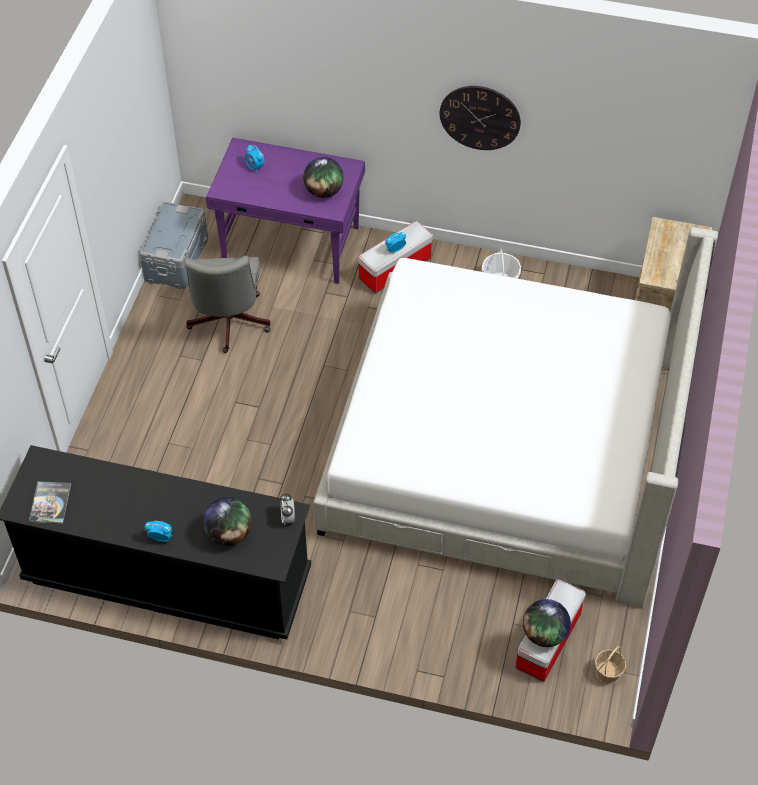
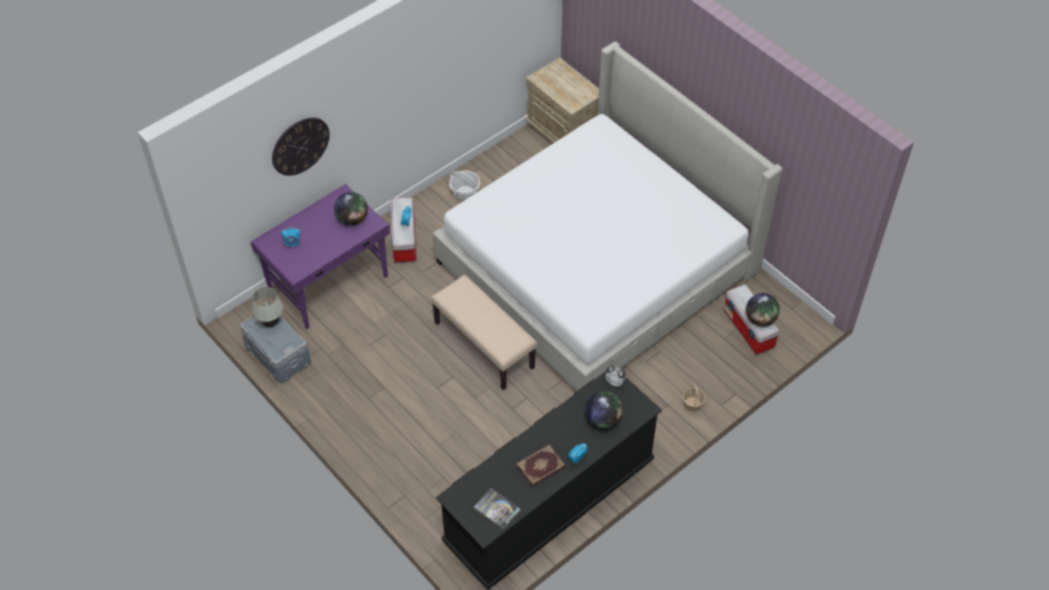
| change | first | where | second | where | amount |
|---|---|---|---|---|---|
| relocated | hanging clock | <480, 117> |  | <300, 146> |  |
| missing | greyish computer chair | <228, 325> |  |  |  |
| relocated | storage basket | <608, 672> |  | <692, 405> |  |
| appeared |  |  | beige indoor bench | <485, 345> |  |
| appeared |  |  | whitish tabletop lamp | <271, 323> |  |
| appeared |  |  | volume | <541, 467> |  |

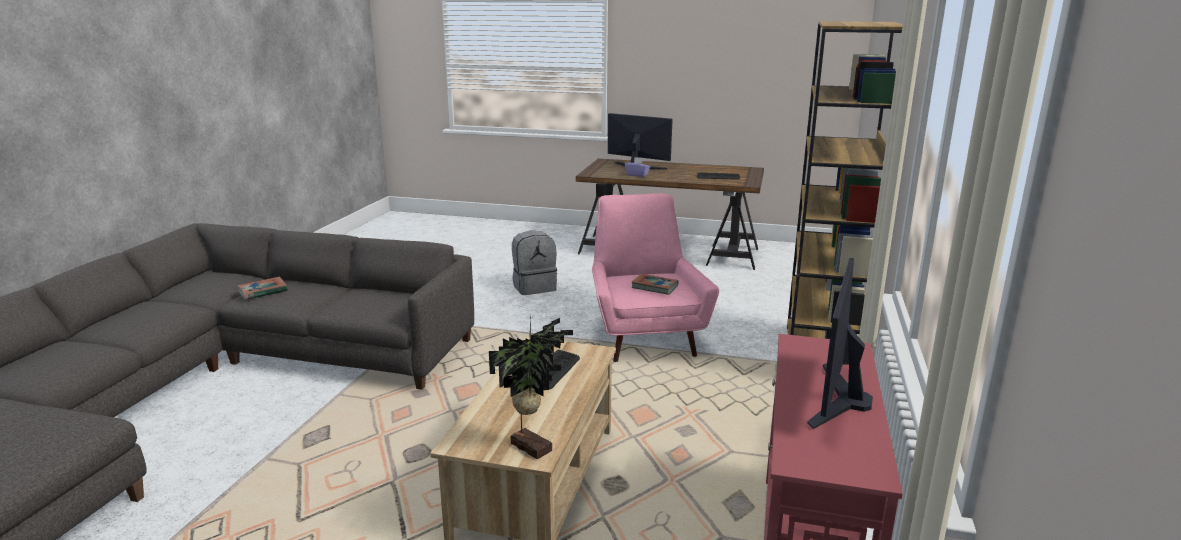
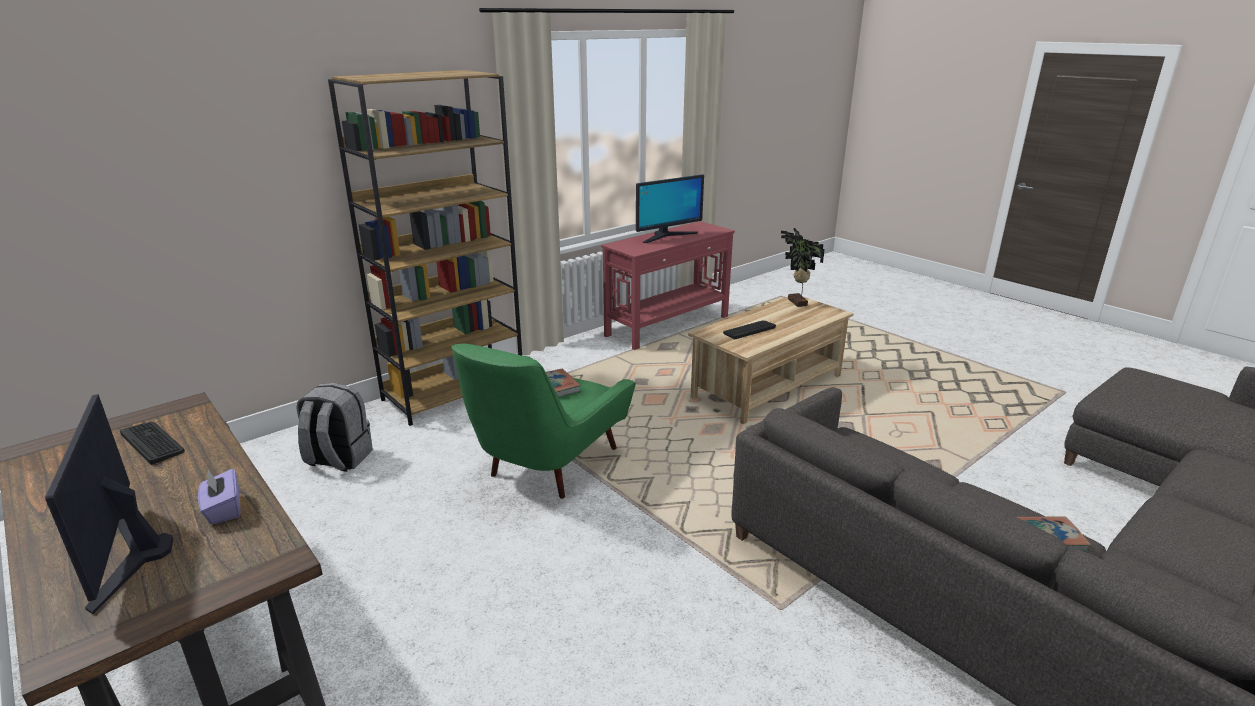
| change | first | where | second | where | amount |
|---|---|---|---|---|---|
| colour | pink-coloured easy chair | <643, 336> | greenish easy chair | <546, 467> |  |
| relocated | greyish knapsack | <534, 287> |  | <338, 459> |  |

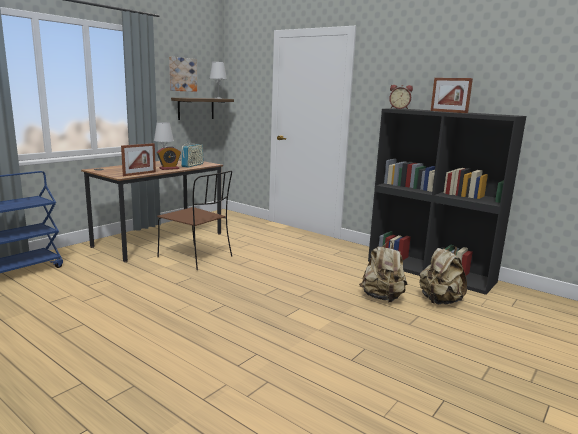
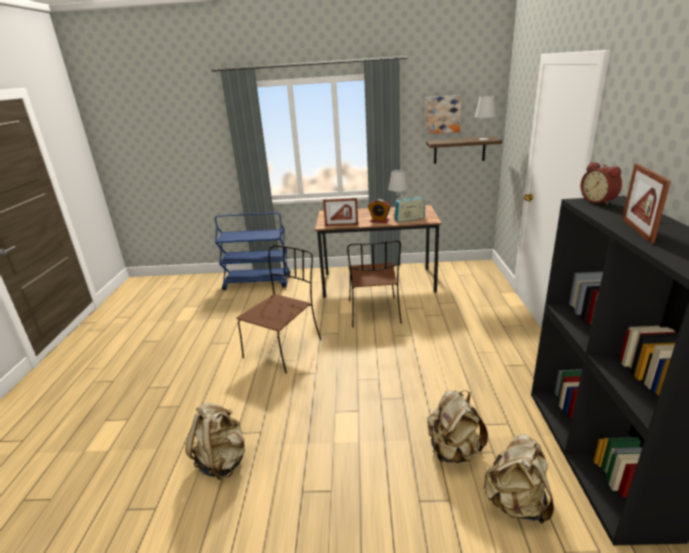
| change | first | where | second | where | amount |
|---|---|---|---|---|---|
| appeared |  |  | brown-coloured upright chair | <284, 348> |  |
| appeared |  |  | beige knapsack | <222, 461> |  |

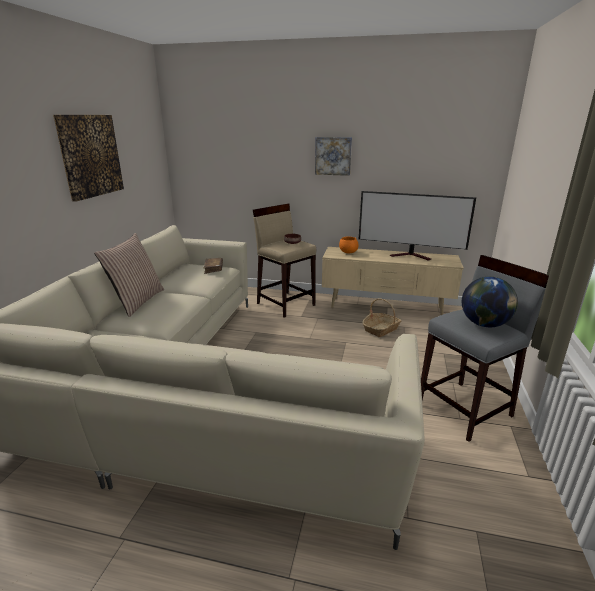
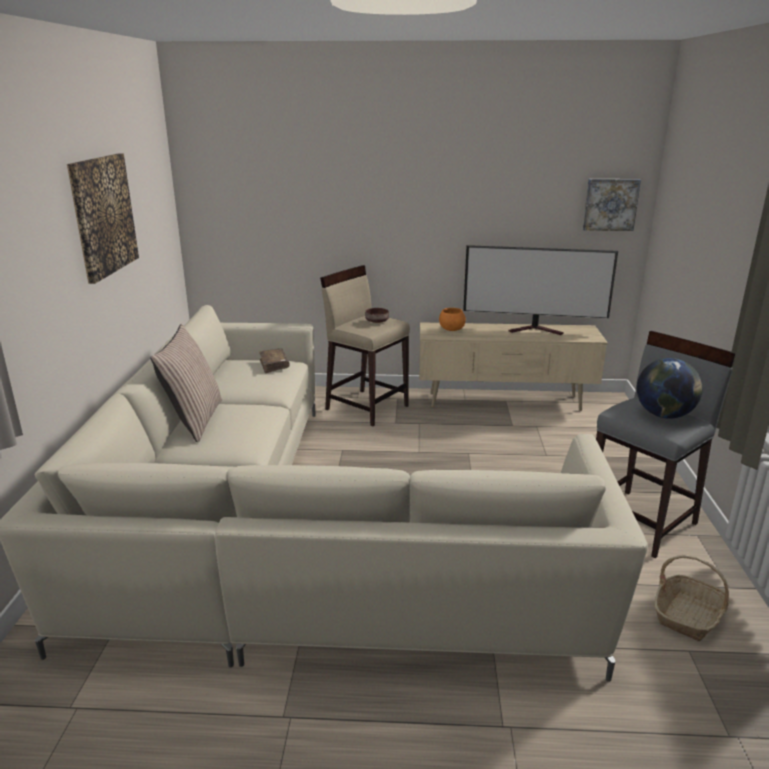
| change | first | where | second | where | amount |
|---|---|---|---|---|---|
| relocated | wall art | <333, 156> |  | <610, 204> |  |
| relocated | storage basket | <381, 329> |  | <688, 615> |  |

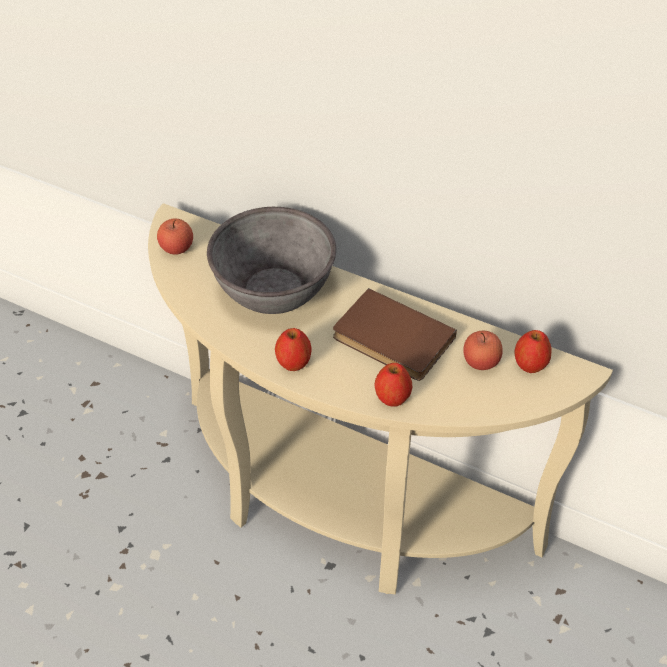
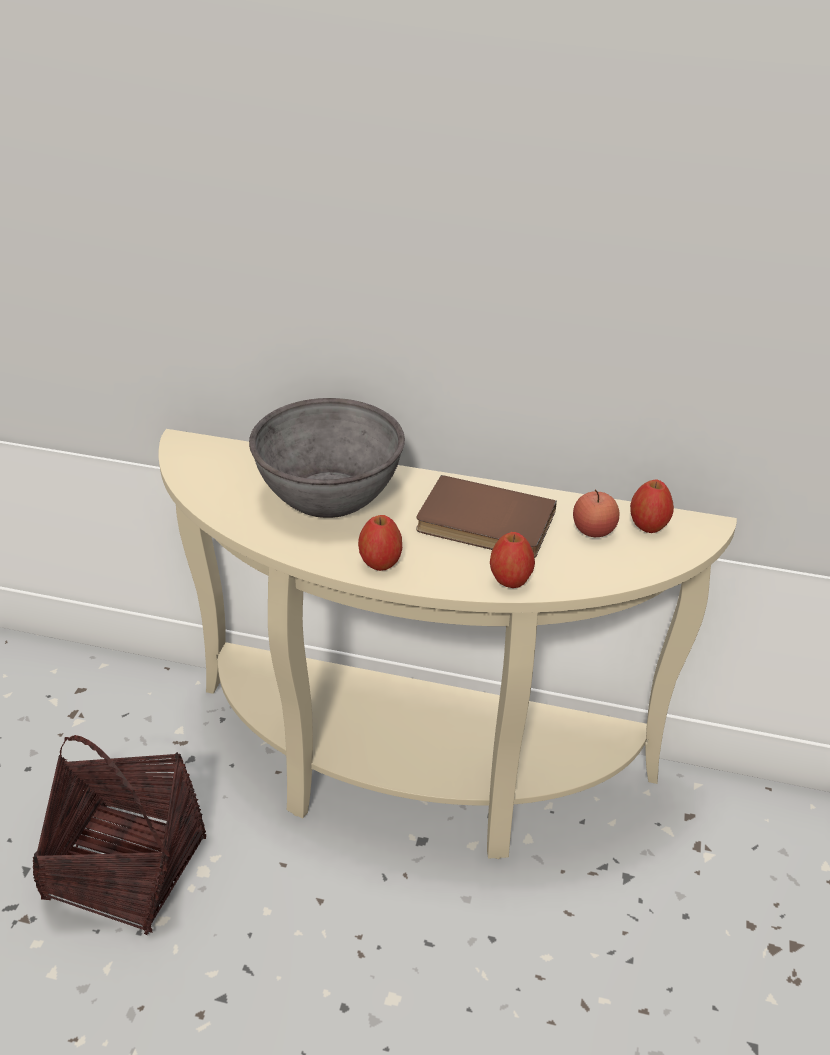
| change | first | where | second | where | amount |
|---|---|---|---|---|---|
| missing | apple | <176, 248> |  |  |  |
| appeared |  |  | storage basket | <126, 869> |  |

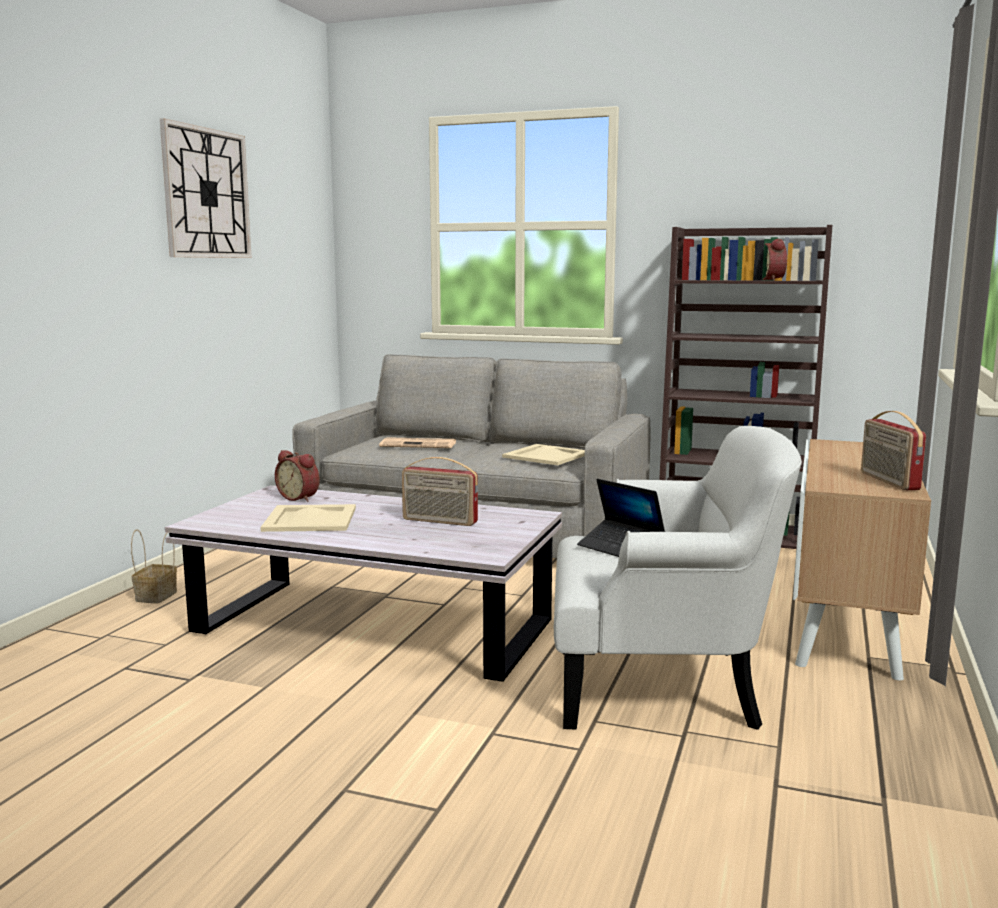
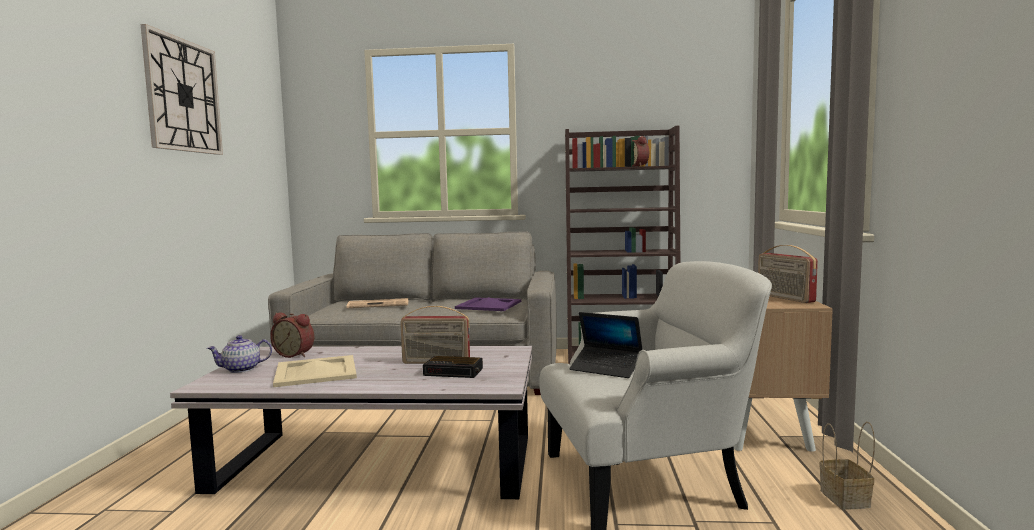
| change | first | where | second | where | amount |
|---|---|---|---|---|---|
| colour | beige carrying tray | <547, 455> | purple carrying tray | <489, 305> |  |
| relocated | storage basket | <156, 597> |  | <846, 499> |  |
| appeared |  |  | tea pot | <242, 369> |  |
| appeared |  |  | bedside clock | <454, 372> |  |

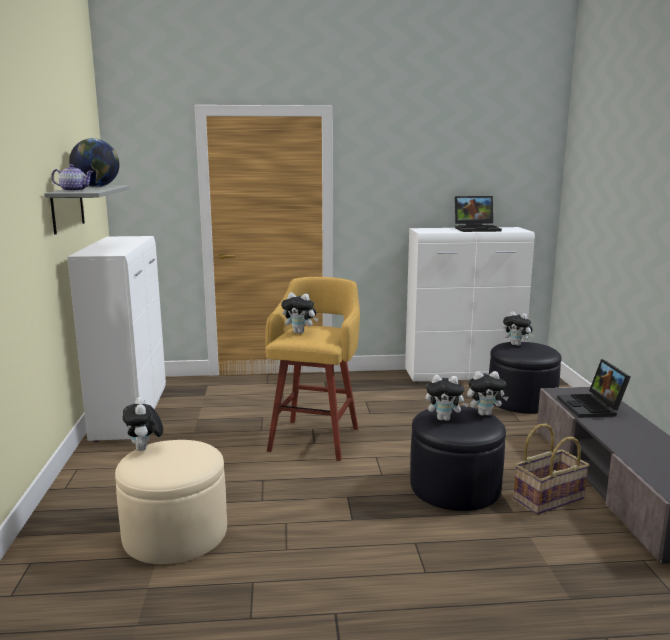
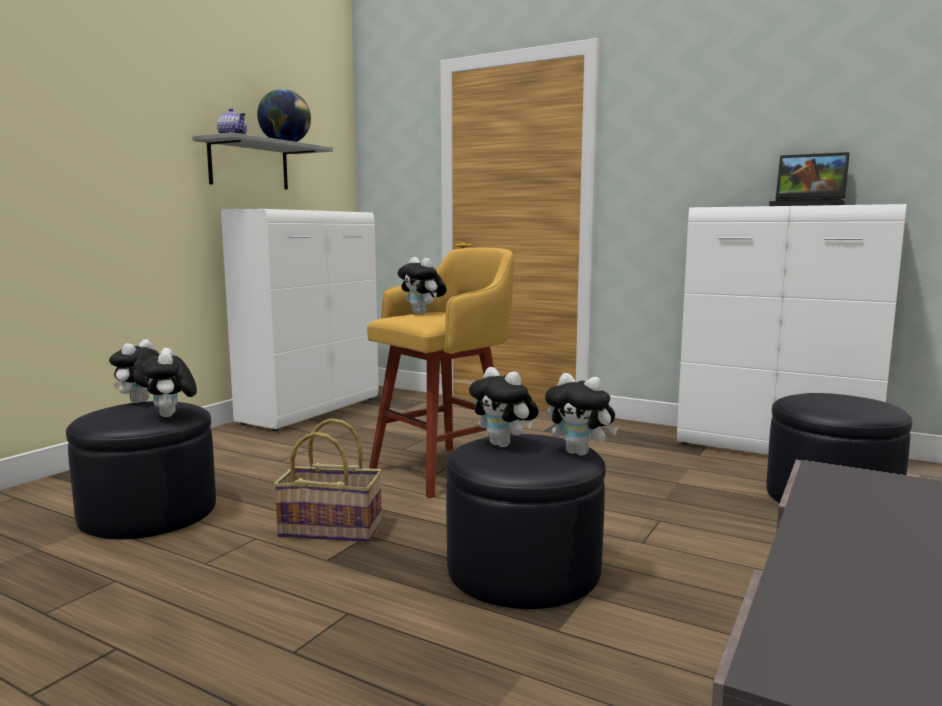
| change | first | where | second | where | amount |
|---|---|---|---|---|---|
| relocated | cuddly toy | <517, 344> |  | <171, 416> |  |
| missing | laptop | <592, 407> |  |  |  |
| relocated | storage basket | <548, 498> |  | <332, 528> |  |
| colour | beige ottoman | <175, 533> | black-coloured ottoman | <148, 512> |  |

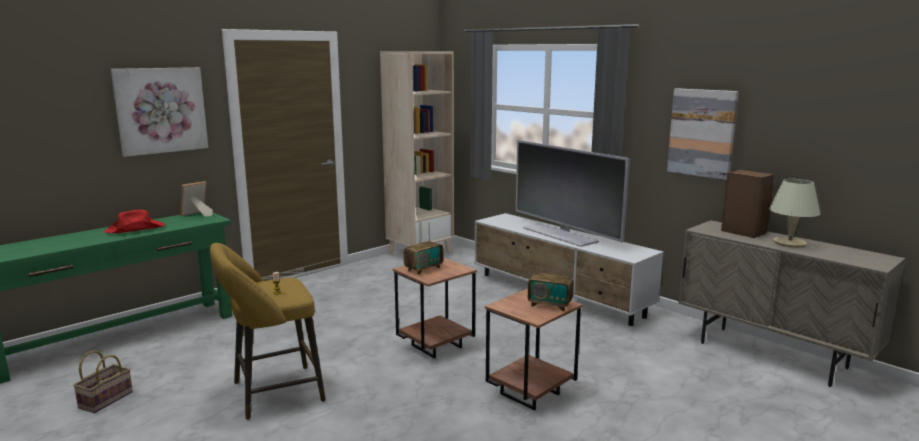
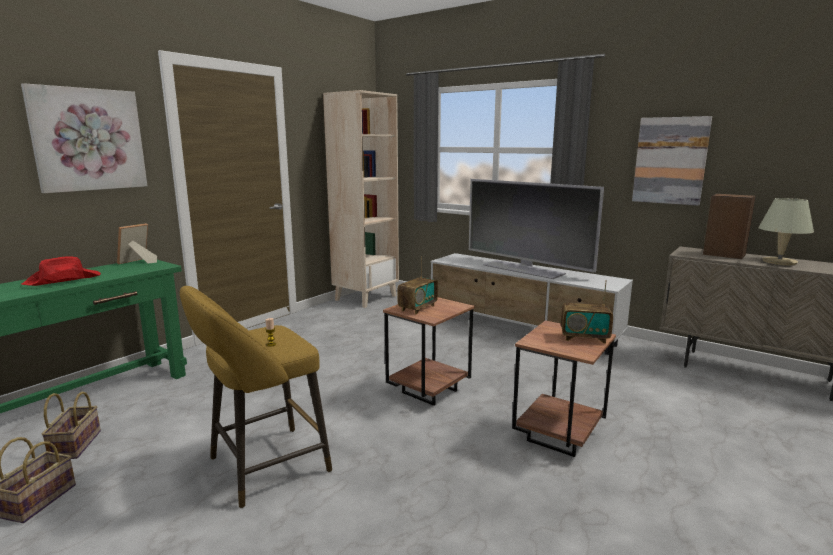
| change | first | where | second | where | amount |
|---|---|---|---|---|---|
| appeared |  |  | storage basket | <75, 444> |  |

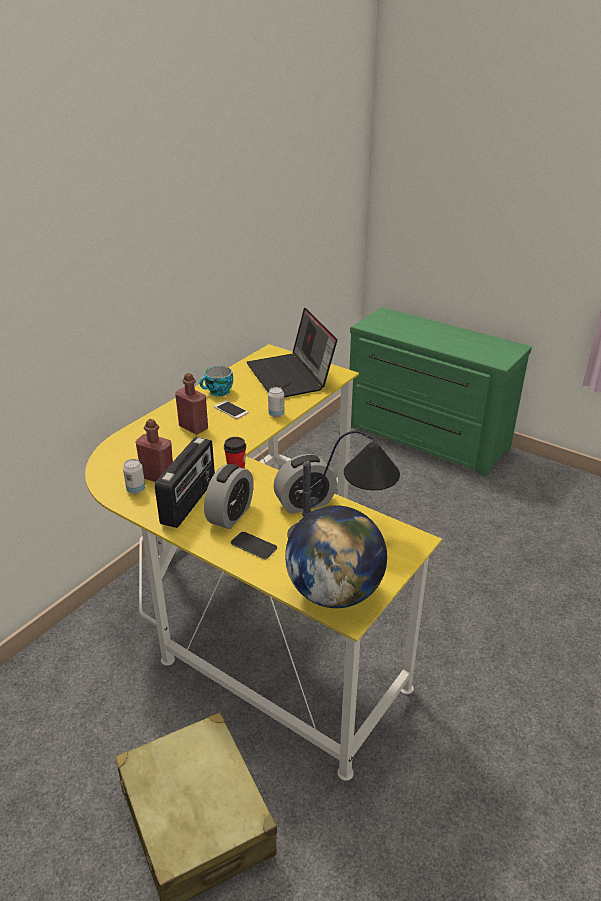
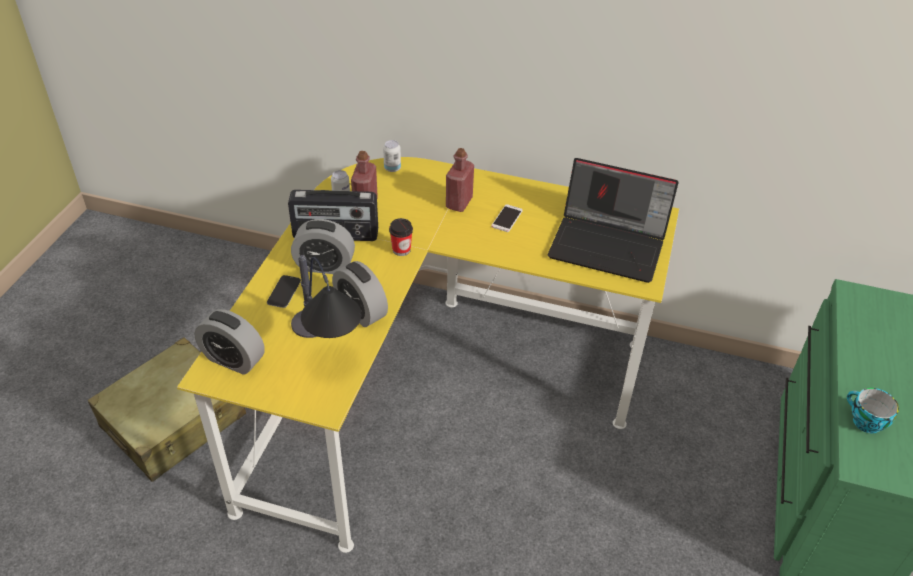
| change | first | where | second | where | amount |
|---|---|---|---|---|---|
| spun | laptop | <291, 376> |  | <609, 245> | 120 degrees counterclockwise |
| relocated | cup | <218, 392> |  | <864, 421> |  |
| relocated | metal can | <276, 414> |  | <392, 168> |  |
| exchanged | desk globe | <334, 592> | bedside clock | <233, 359> |  |

